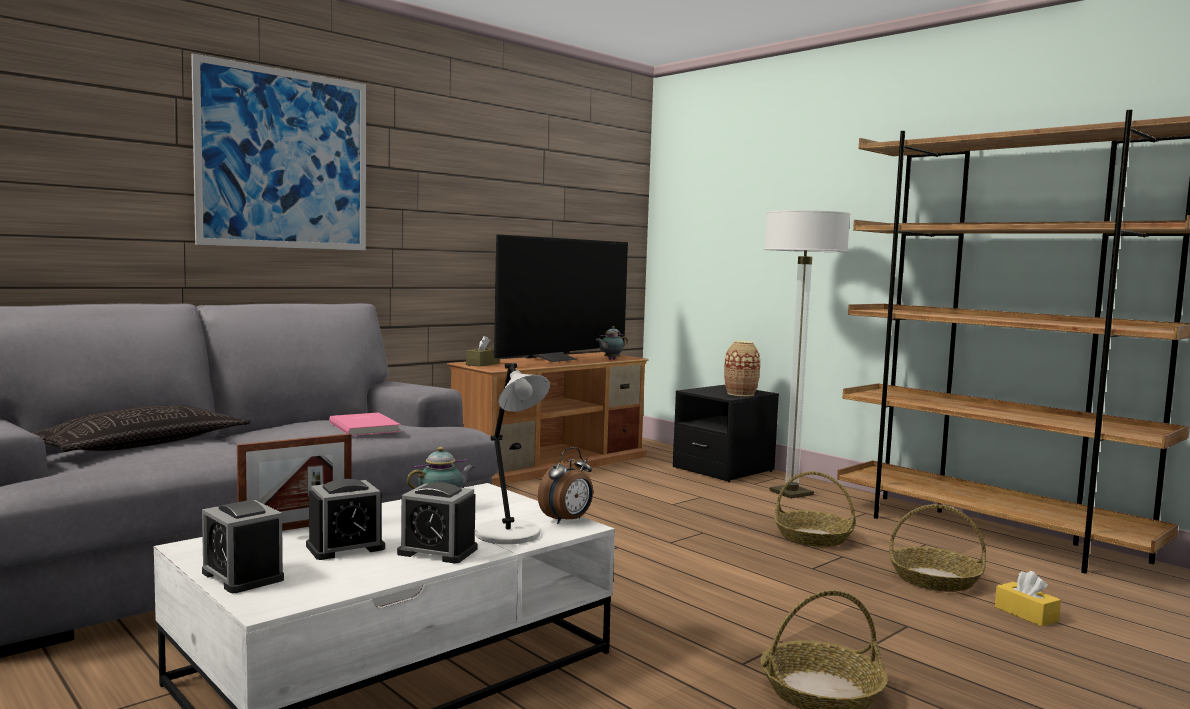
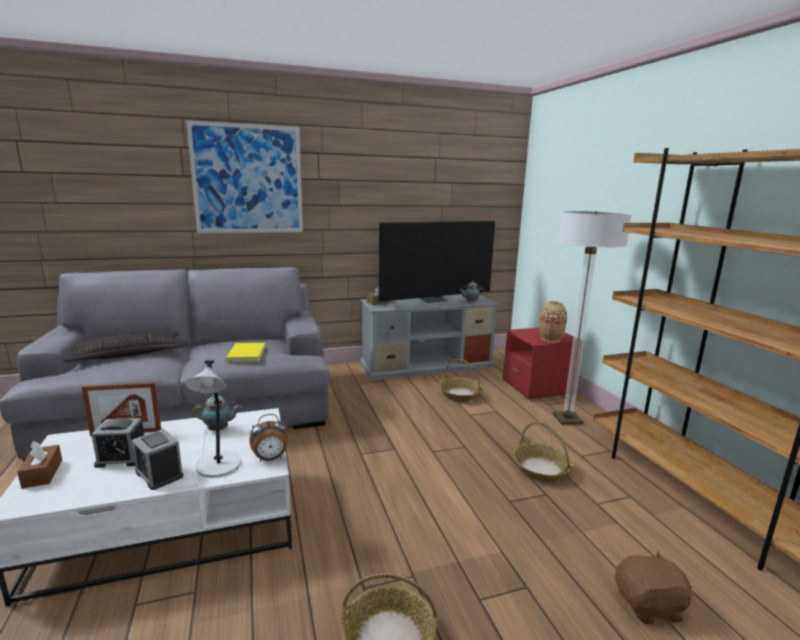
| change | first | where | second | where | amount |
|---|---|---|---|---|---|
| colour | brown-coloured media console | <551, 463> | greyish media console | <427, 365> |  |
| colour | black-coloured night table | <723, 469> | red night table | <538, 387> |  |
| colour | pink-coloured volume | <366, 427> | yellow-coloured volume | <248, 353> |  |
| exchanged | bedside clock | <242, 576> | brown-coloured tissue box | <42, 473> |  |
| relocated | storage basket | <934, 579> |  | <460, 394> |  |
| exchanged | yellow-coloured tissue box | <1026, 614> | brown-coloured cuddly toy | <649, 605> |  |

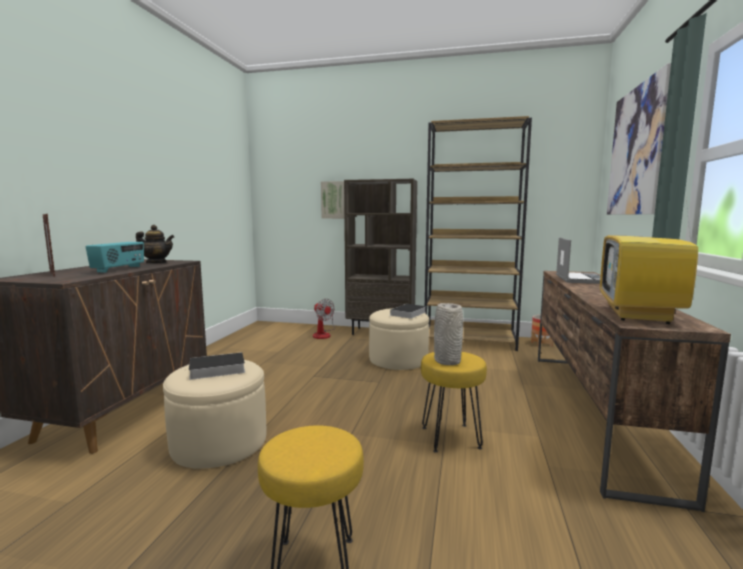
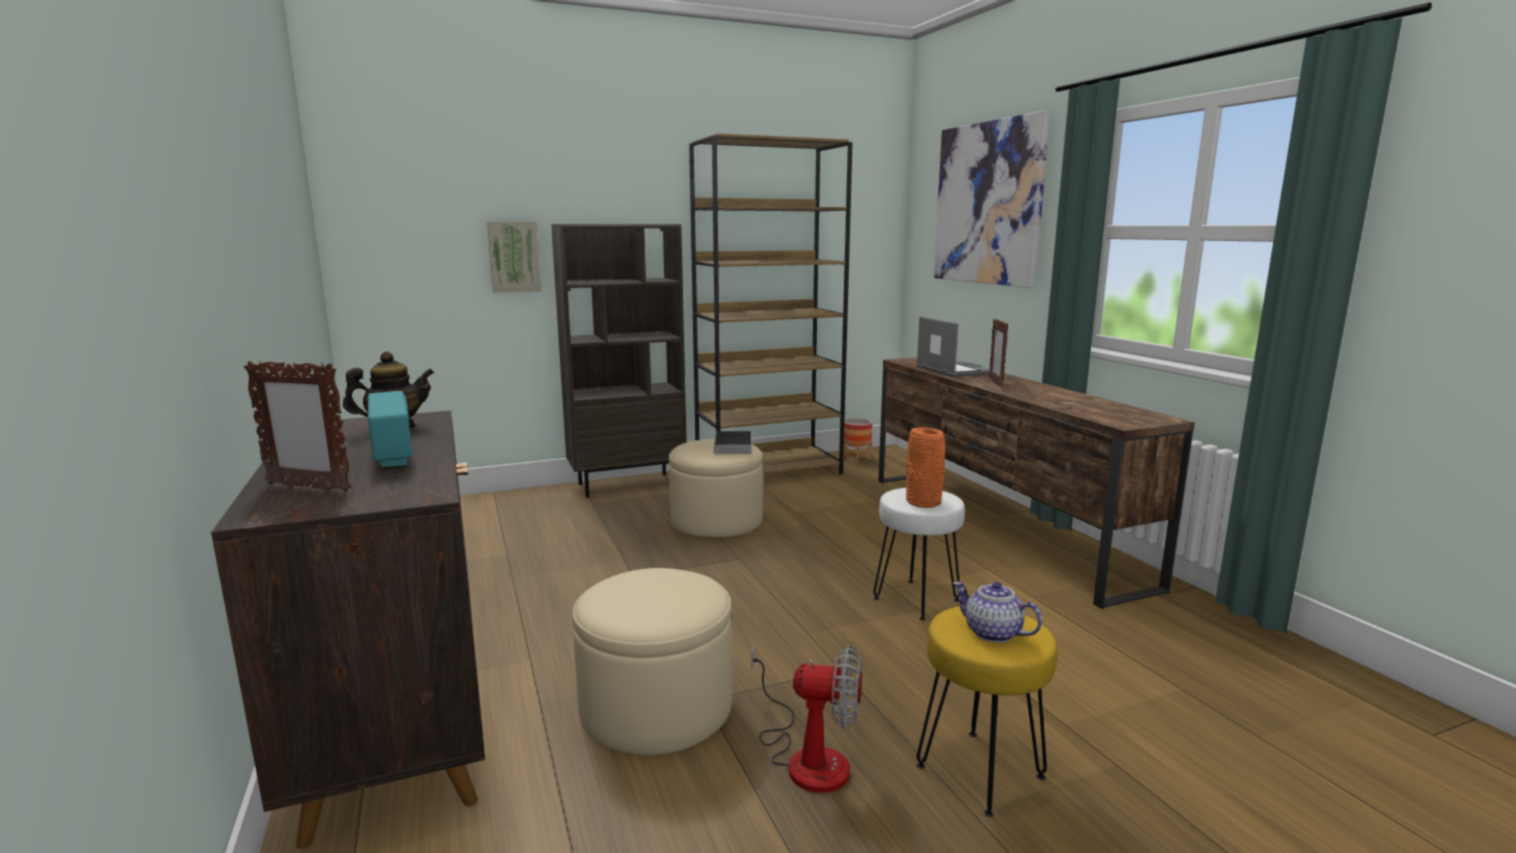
| change | first | where | second | where | amount |
|---|---|---|---|---|---|
| missing | TV set | <640, 315> |  |  |  |
| relocated | fan | <323, 334> |  | <807, 756> |  |
| colour | greyish vase | <447, 361> | orangey vase | <924, 503> |  |
| missing | volume | <215, 370> |  |  |  |
| colour | yellow-coloured stool seat | <451, 438> | whitish stool seat | <917, 599> |  |
| appeared |  |  | standing frame | <996, 383> |  |
| appeared |  |  | tea pot | <992, 633> |  |

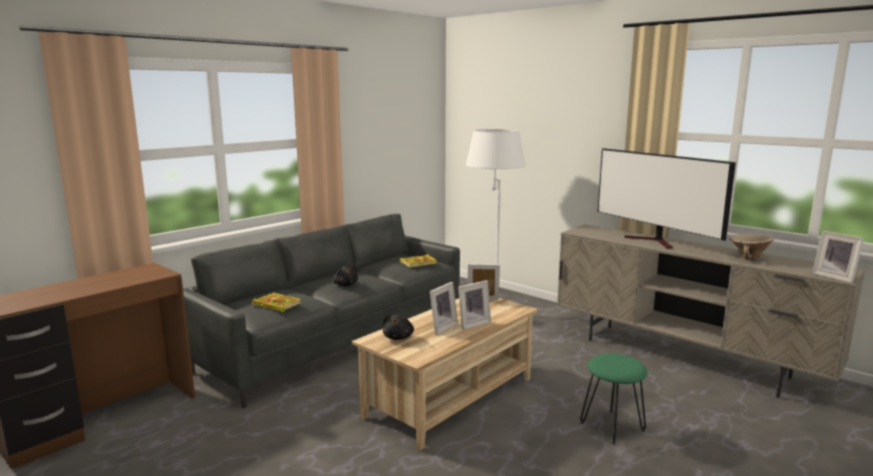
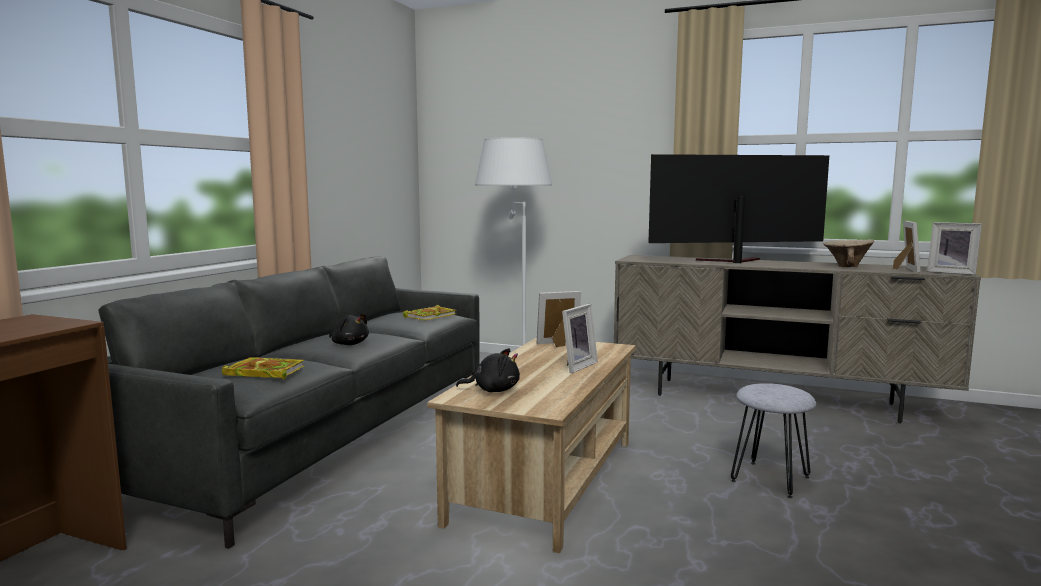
| change | first | where | second | where | amount |
|---|---|---|---|---|---|
| spun | TV set | <654, 241> |  | <730, 261> | 135 degrees clockwise |
| relocated | standing frame | <441, 327> |  | <904, 269> |  |
| spun | black-coloured cuddly toy | <398, 337> |  | <493, 390> | 75 degrees counterclockwise |
| colour | greenish stool seat | <612, 426> | greyish stool seat | <771, 479> |  |

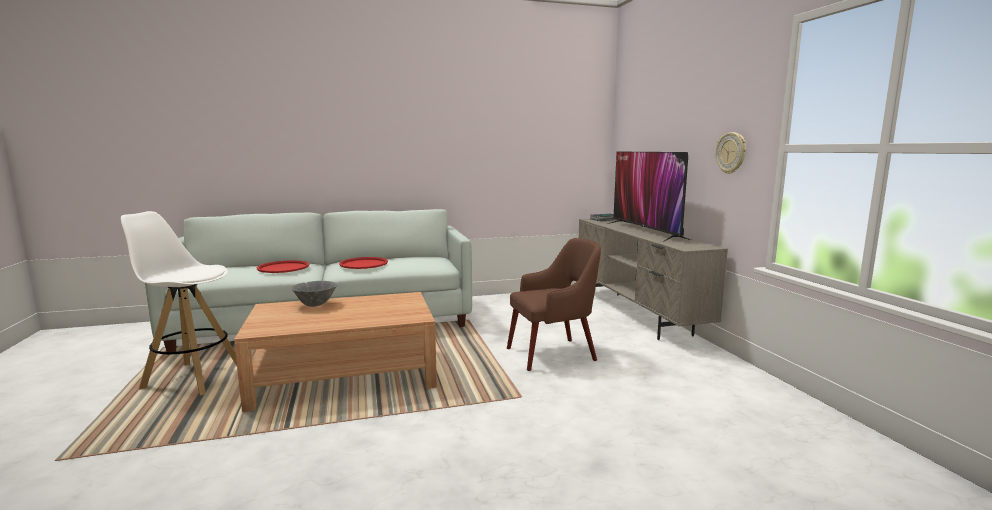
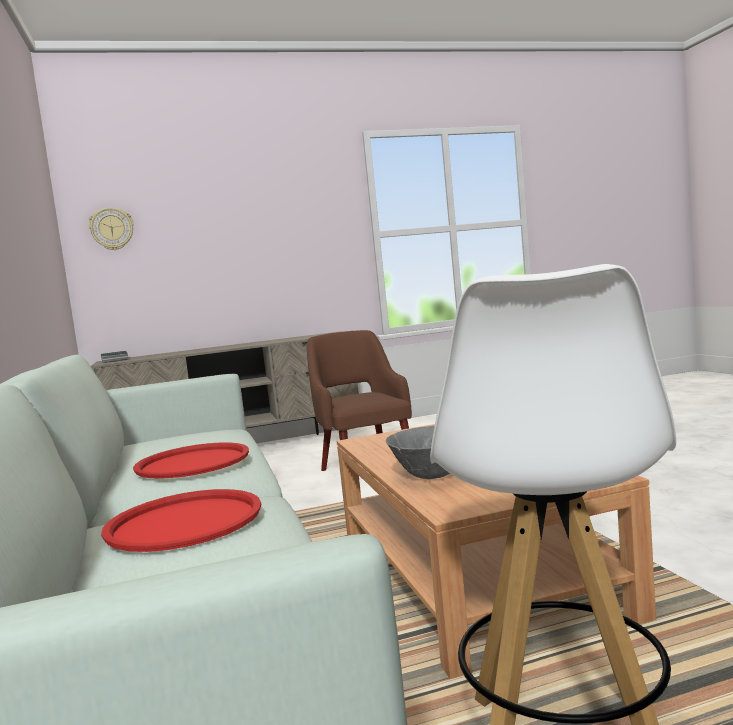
| change | first | where | second | where | amount |
|---|---|---|---|---|---|
| relocated | hanging clock | <731, 153> |  | <112, 229> |  |
| missing | TV set | <645, 231> |  |  |  |

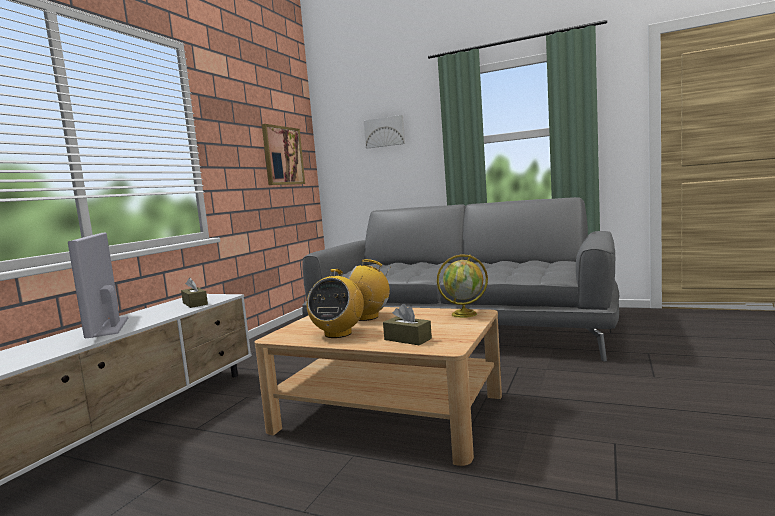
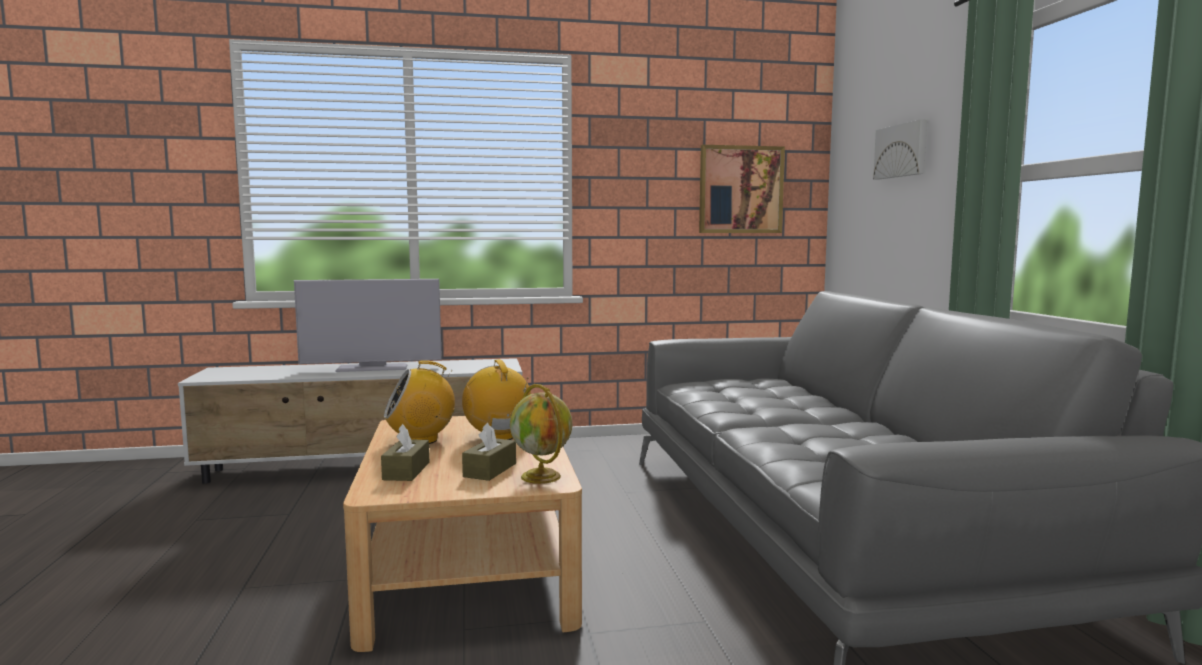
| change | first | where | second | where | amount |
|---|---|---|---|---|---|
| spun | TV set | <109, 327> |  | <372, 368> | 135 degrees counterclockwise |
| relocated | brown-coloured tissue box | <195, 304> |  | <490, 470> |  |

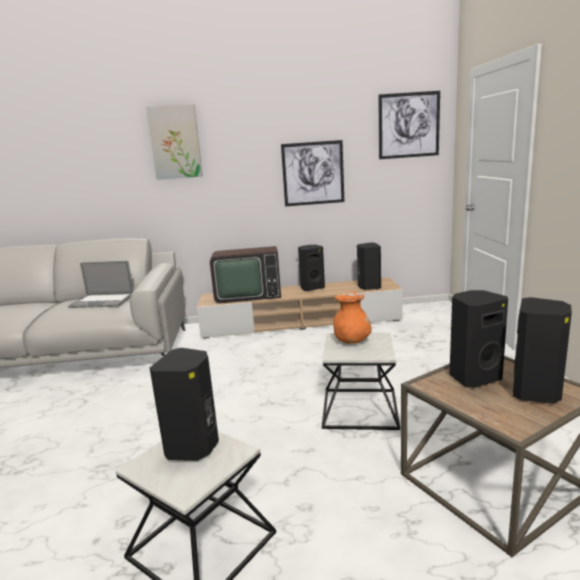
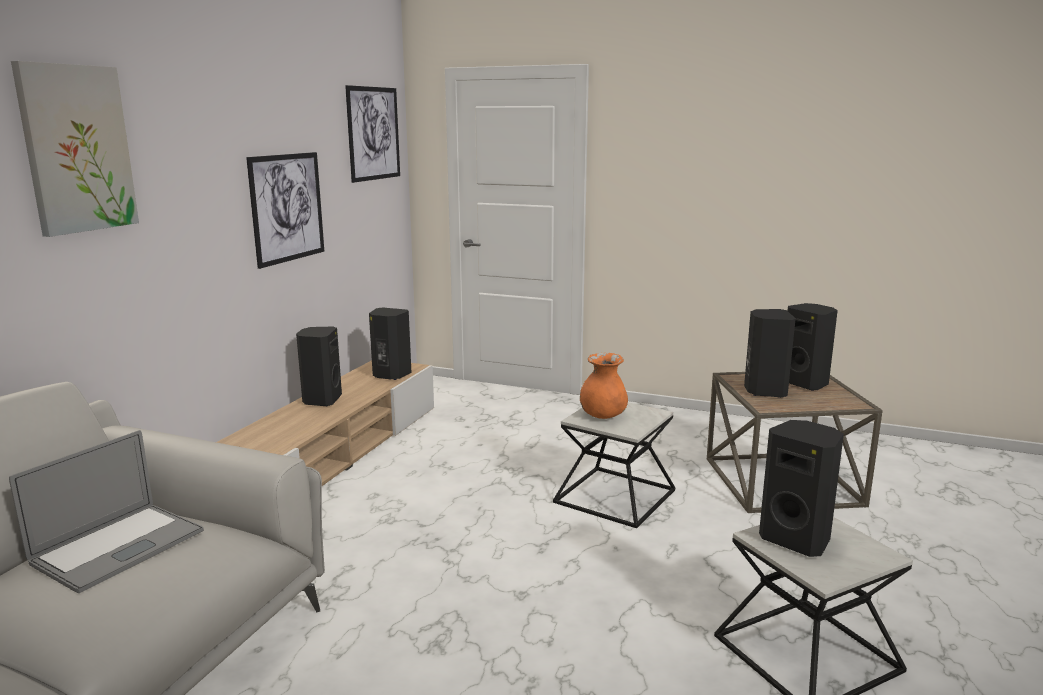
| change | first | where | second | where | amount |
|---|---|---|---|---|---|
| missing | TV set | <247, 295> |  |  |  |

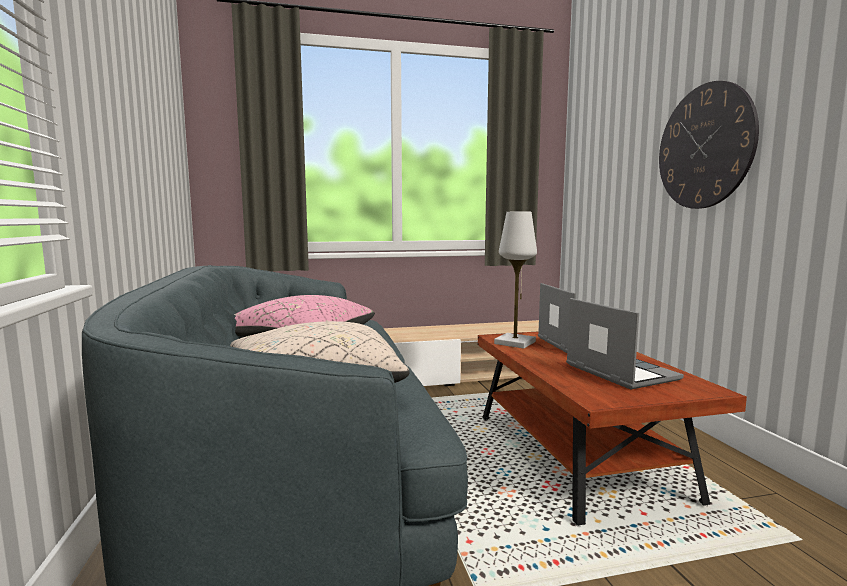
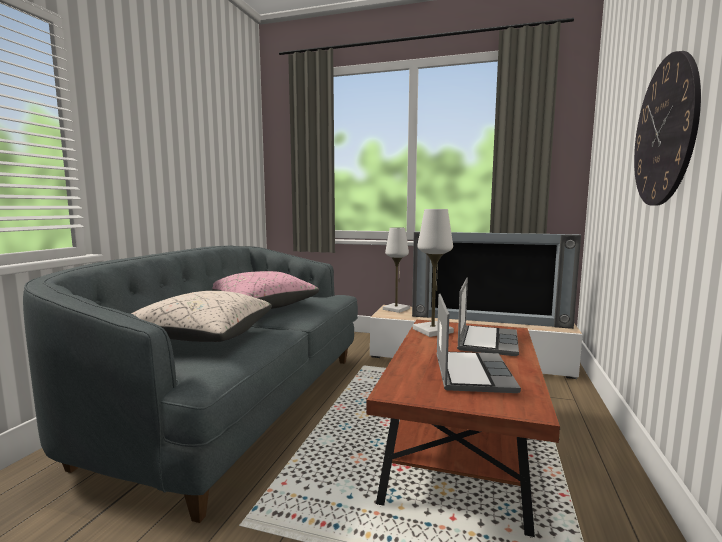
| change | first | where | second | where | amount |
|---|---|---|---|---|---|
| appeared |  |  | whitish tabletop lamp | <396, 309> |  |
| appeared |  |  | TV set | <488, 319> |  |

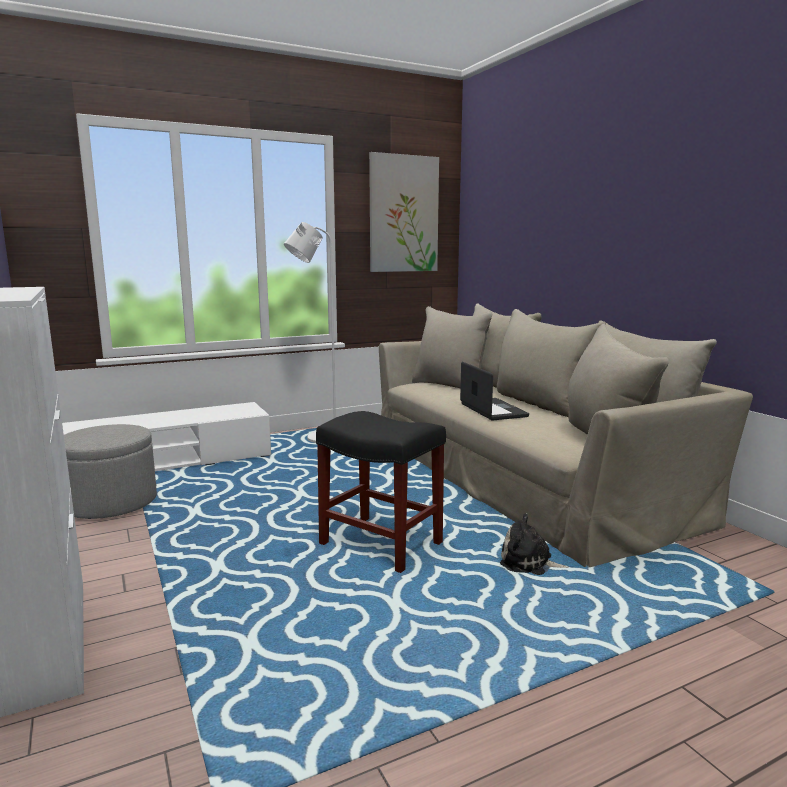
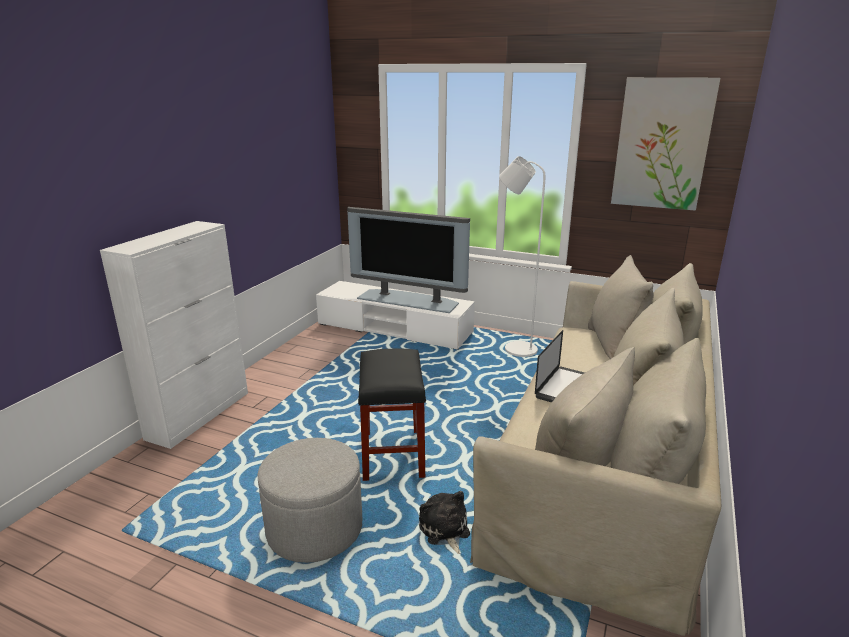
| change | first | where | second | where | amount |
|---|---|---|---|---|---|
| relocated | greyish ottoman | <110, 503> |  | <314, 528> |  |
| appeared |  |  | TV set | <408, 300> |  |

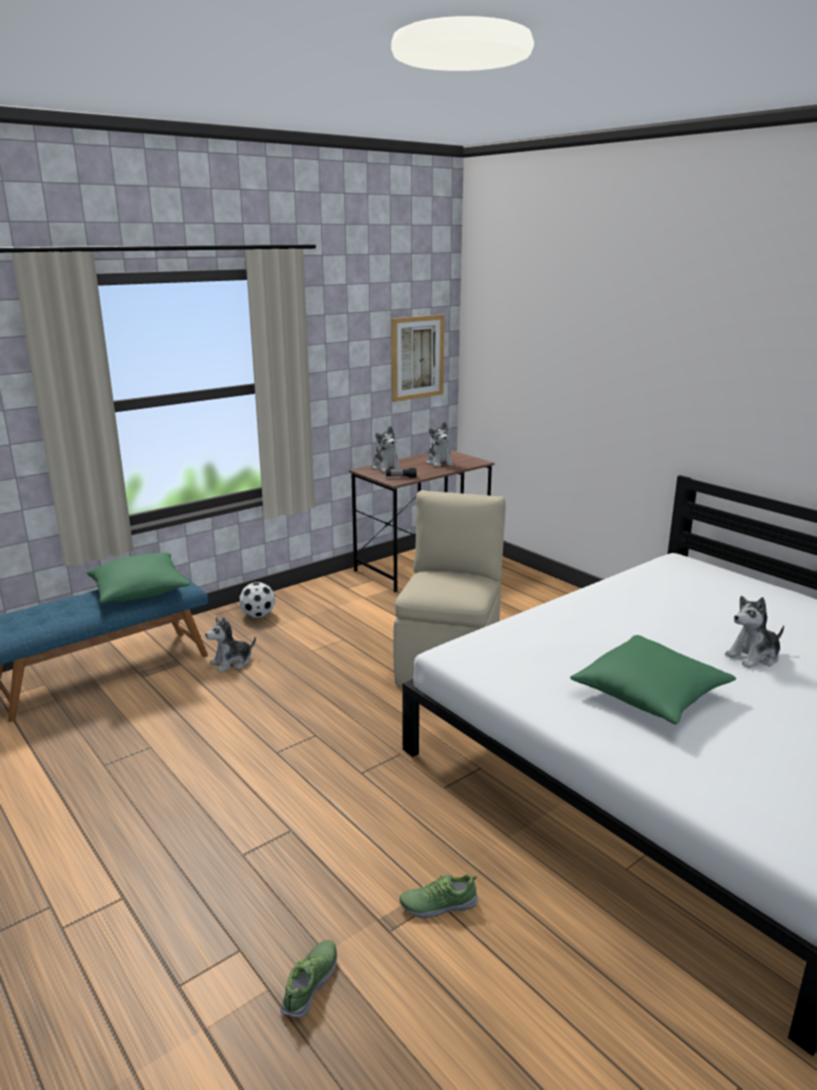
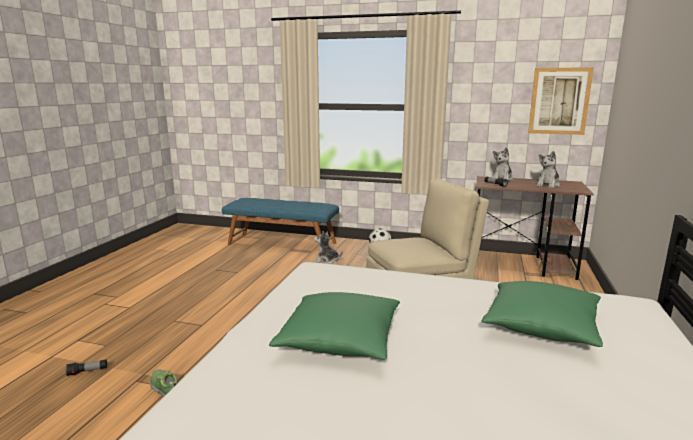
| change | first | where | second | where | amount |
|---|---|---|---|---|---|
| relocated | greenish cushion | <139, 592> |  | <541, 326> |  |
| missing | cuddly toy | <754, 657> |  |  |  |
| exchanged | shoe | <310, 984> | torch | <87, 371> |  |

